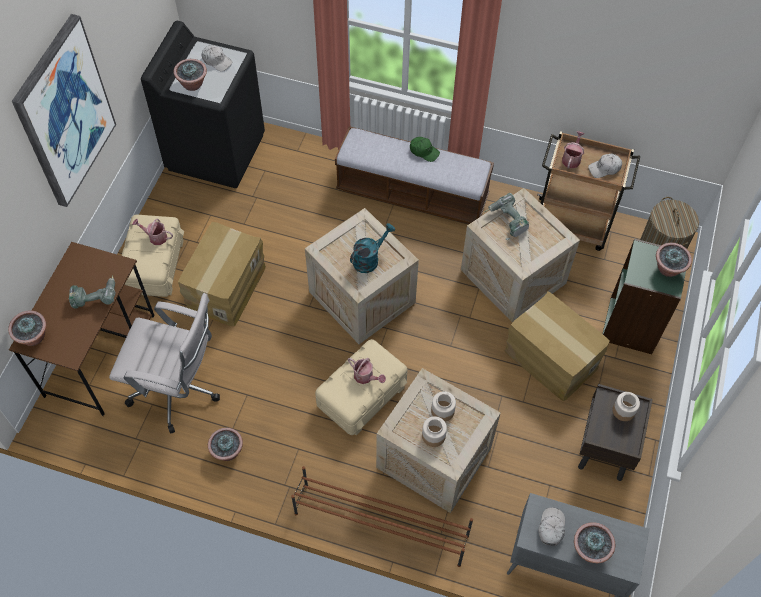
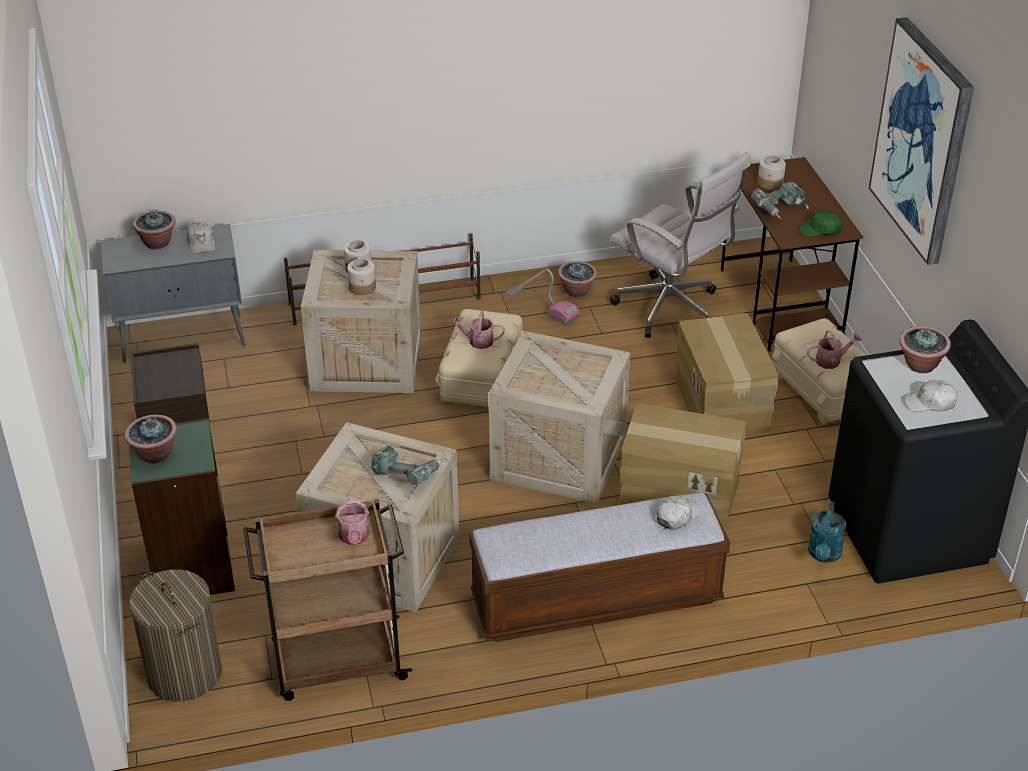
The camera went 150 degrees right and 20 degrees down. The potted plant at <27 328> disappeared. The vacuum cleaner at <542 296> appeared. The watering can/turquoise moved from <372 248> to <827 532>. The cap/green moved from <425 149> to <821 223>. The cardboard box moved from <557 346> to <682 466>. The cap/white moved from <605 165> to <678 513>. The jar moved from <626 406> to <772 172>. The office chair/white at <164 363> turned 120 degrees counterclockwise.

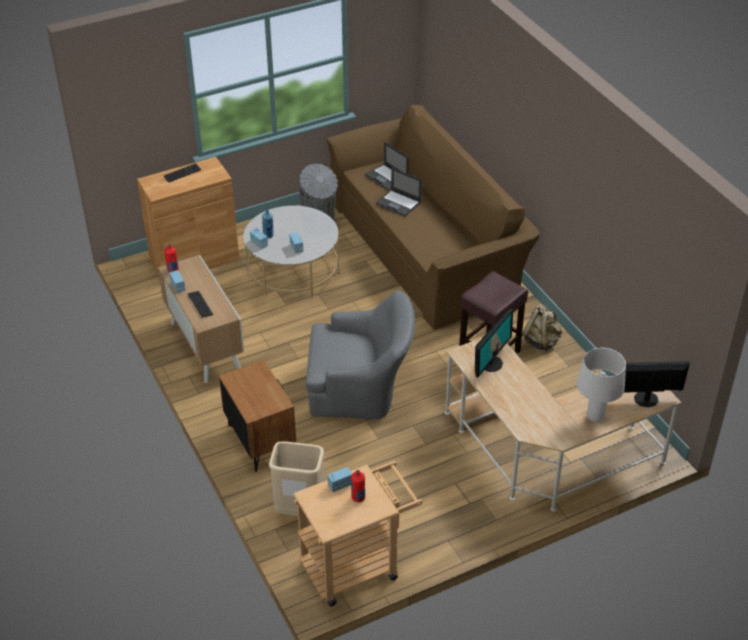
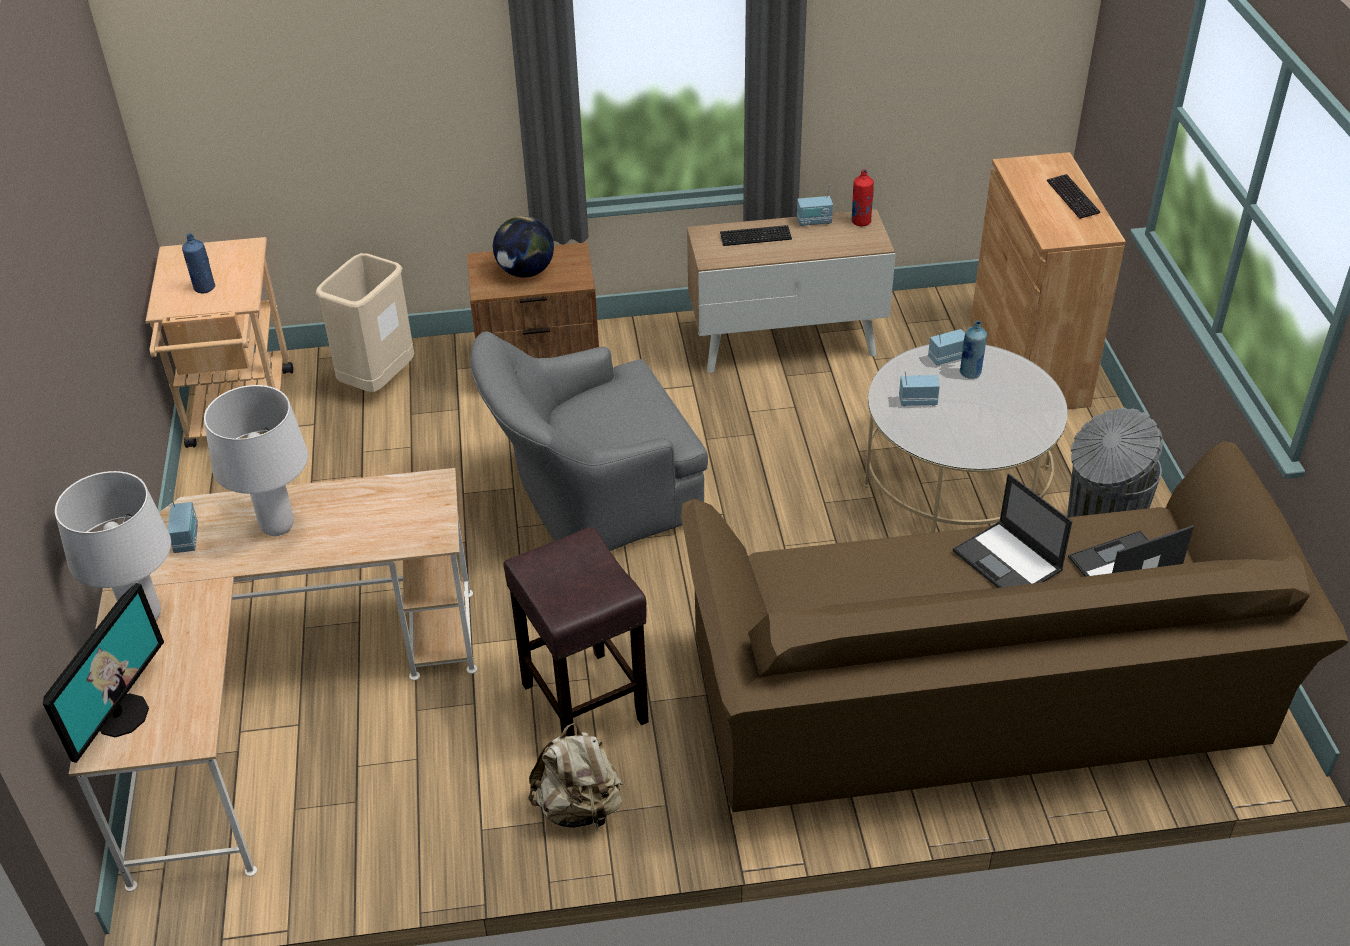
The camera went 110 degrees right and 0 degrees up. The monitor at <494 343> disappeared. The table lamp/white at <256 460> appeared. The globe at <523 246> appeared. The radio moved from <339 479> to <183 521>. The bottle/red at <358 486> became the bottle/blue at <199 263>. The armchair/grey at <360 354> turned 45 degrees clockwise. The laptop at <399 192> turned 90 degrees counterclockwise.

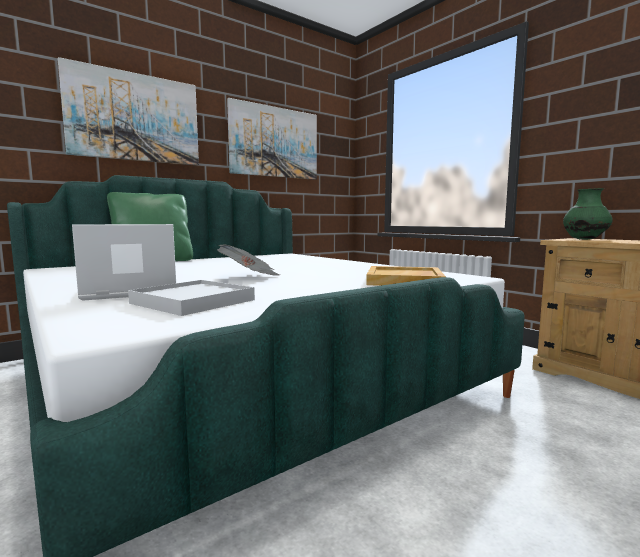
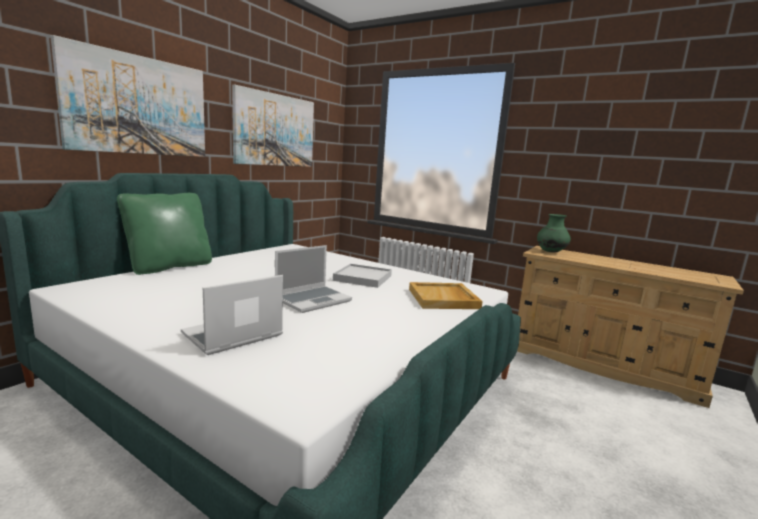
The camera went 20 degrees left and 5 degrees up. The tray/white moved from <191 298> to <362 276>. The newspaper at <248 260> was replaced by the laptop at <313 279>.

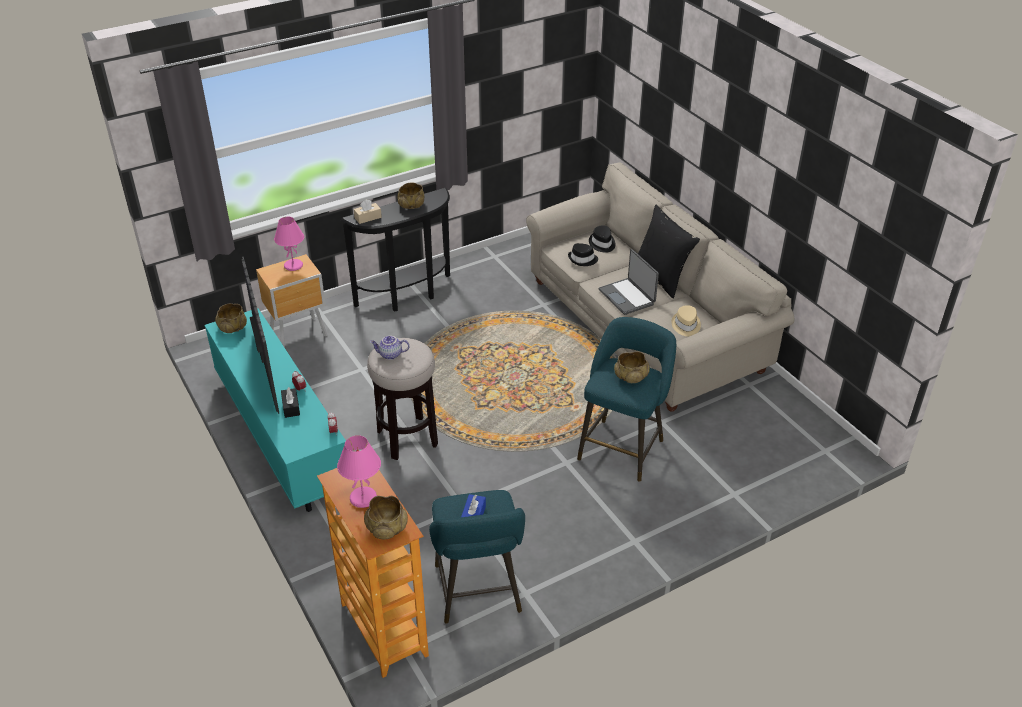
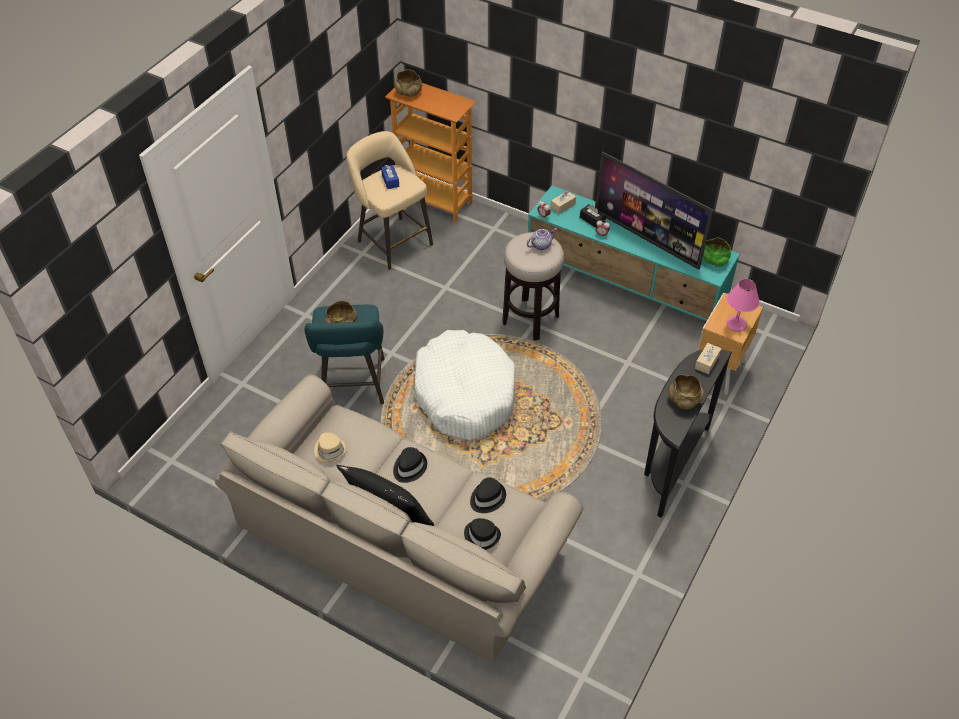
The camera went 150 degrees right and 10 degrees up. The table lamp/pink at <359 471> disappeared. The dog bed/white at <464 385> appeared. The tissue box/beige at <563 202> appeared. The laptop at <629 282> was replaced by the hat/black at <410 465>. The bowl/beige at <231 318> became the bowl/green at <717 252>. The stool/turquoise at <477 557> became the stool/beige at <389 200>.

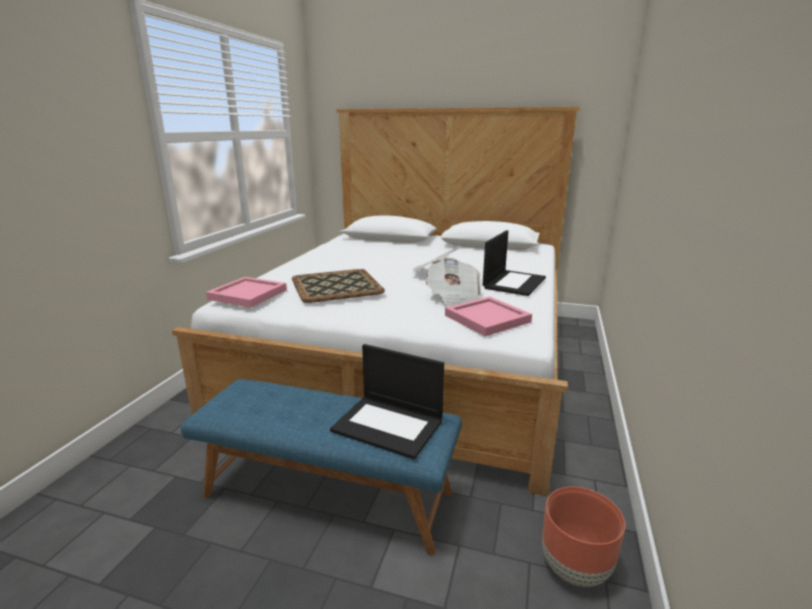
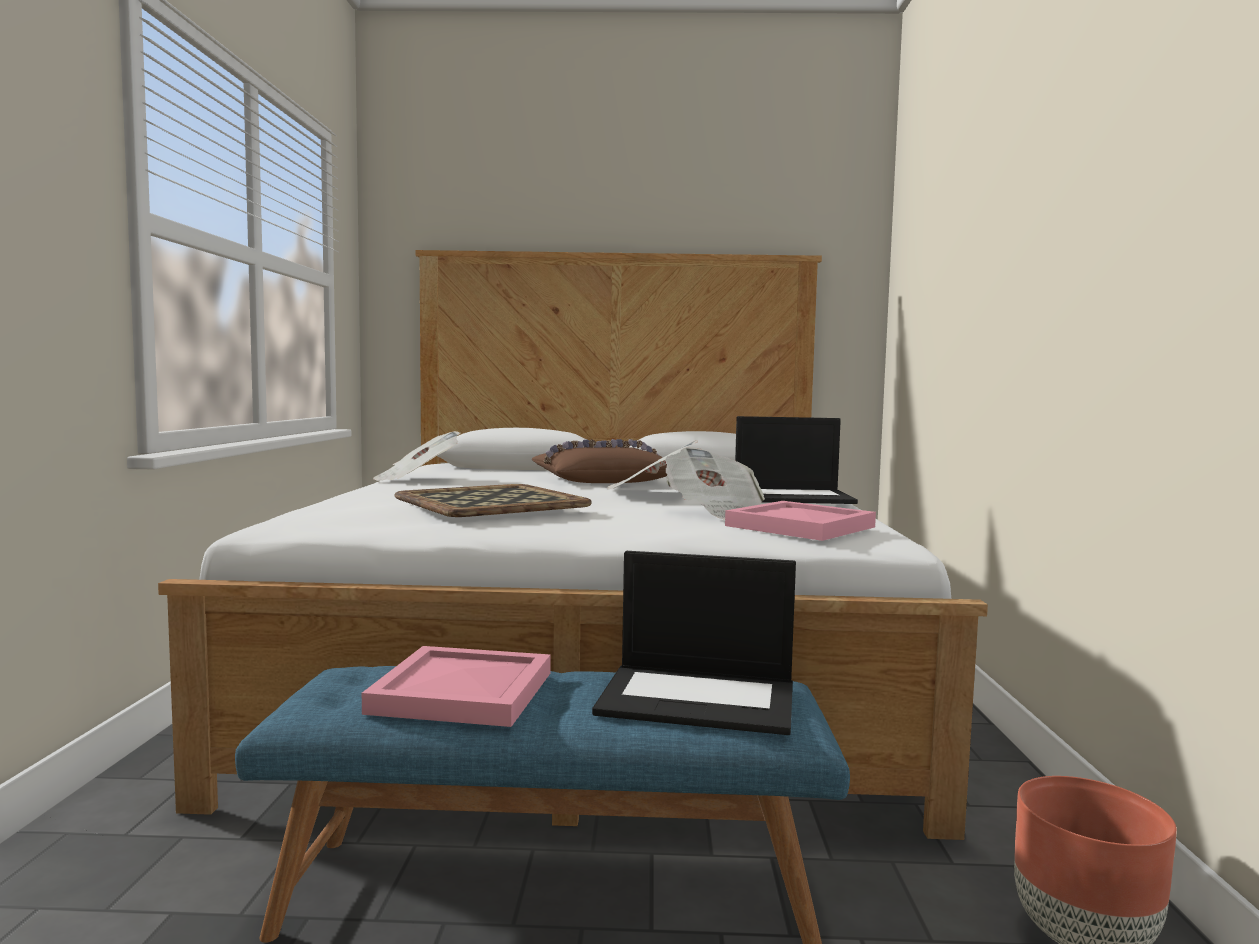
The camera went 15 degrees left and 15 degrees down. The newspaper at <417 456> appeared. The pillow/brown at <599 461> appeared. The tray/pink moved from <246 292> to <456 686>. The laptop at <514 263> turned 75 degrees clockwise.

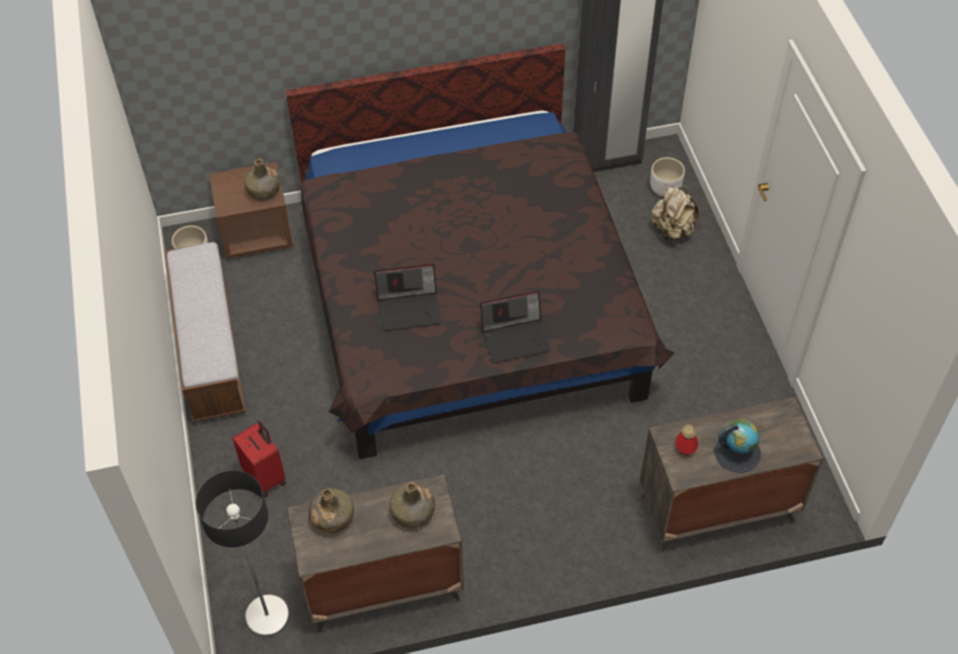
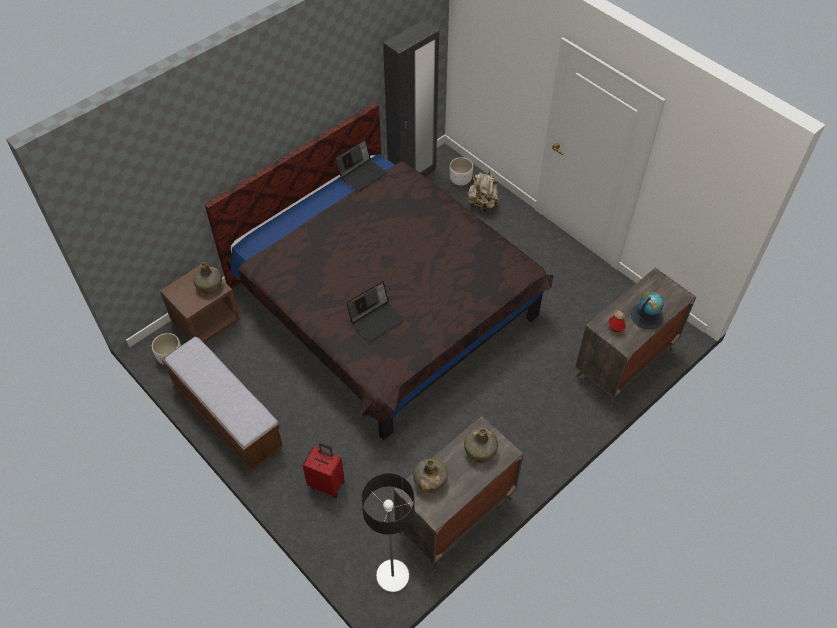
The camera went 30 degrees left and 0 degrees up. The laptop moved from <515 327> to <361 165>.

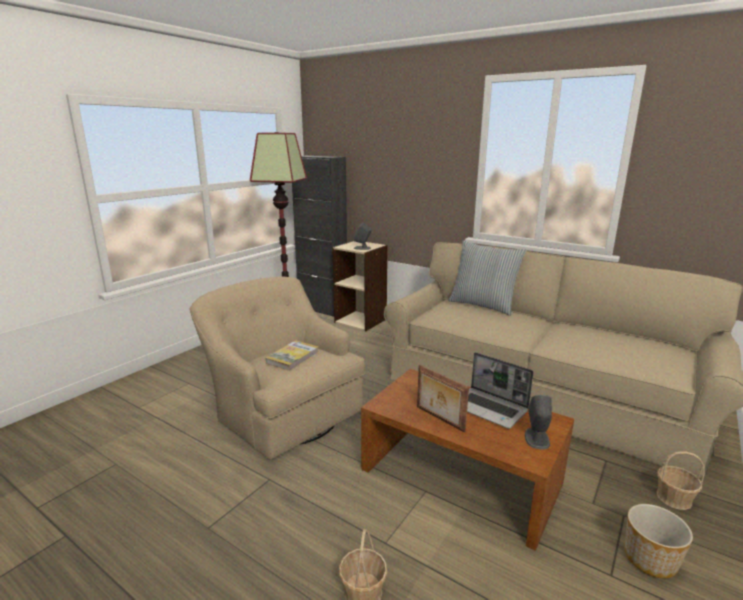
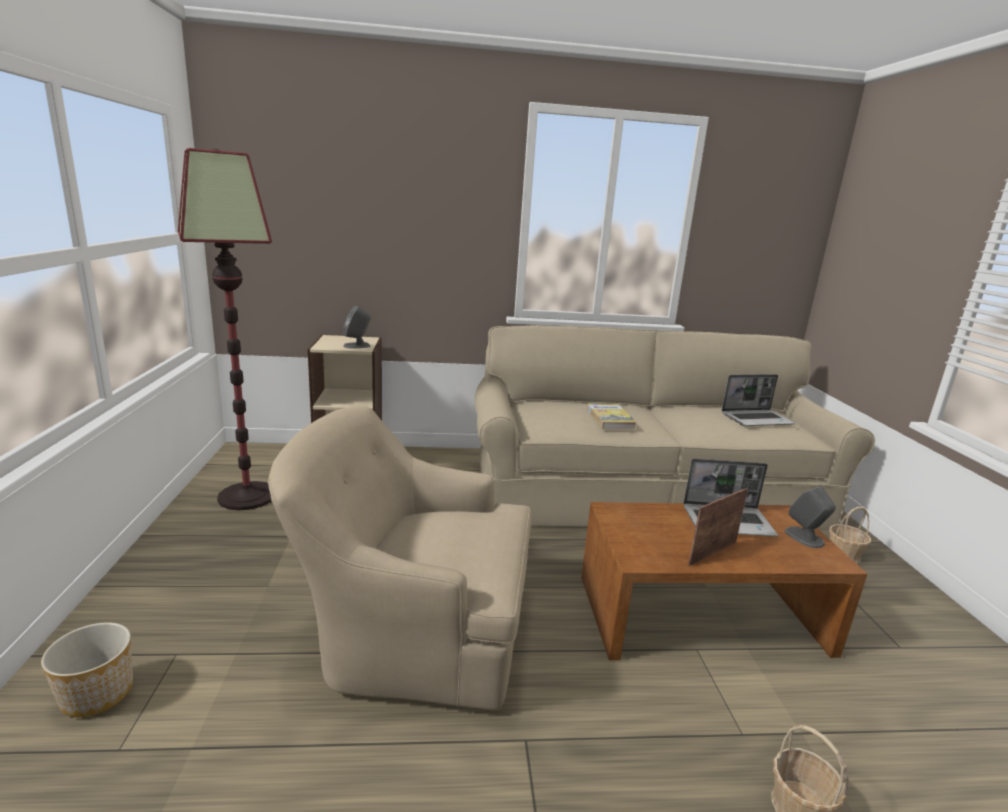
The camera went 40 degrees left and 0 degrees up. The cabinet/black at <319 236> disappeared. The pillow at <487 278> disappeared. The laptop at <759 400> appeared. The book moved from <292 355> to <611 416>. The planter moved from <658 541> to <87 669>. The picture frame at <443 399> turned 135 degrees clockwise.

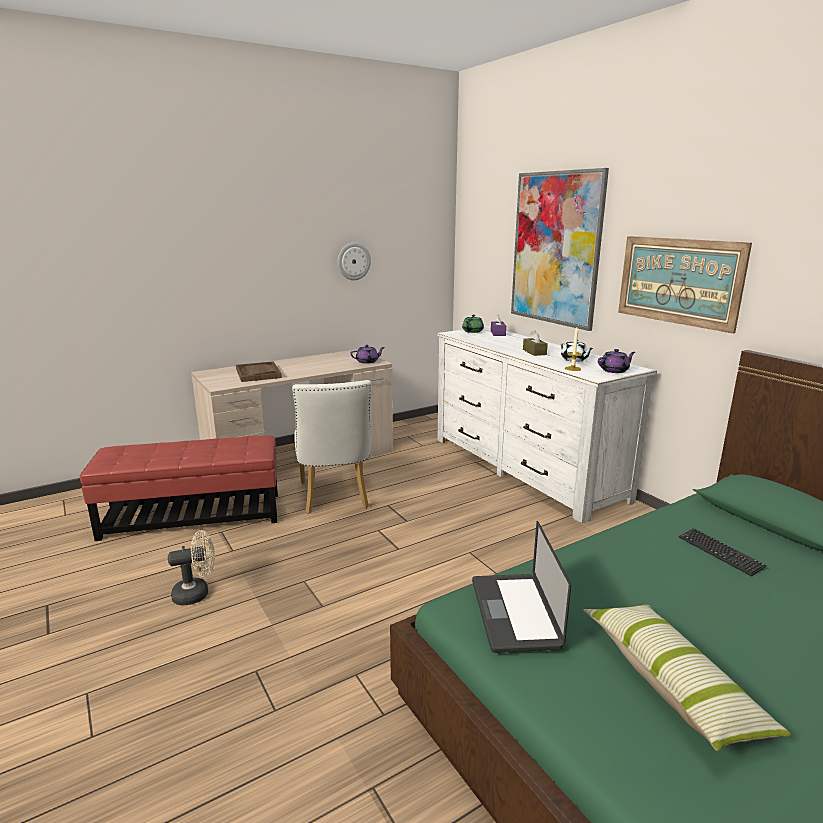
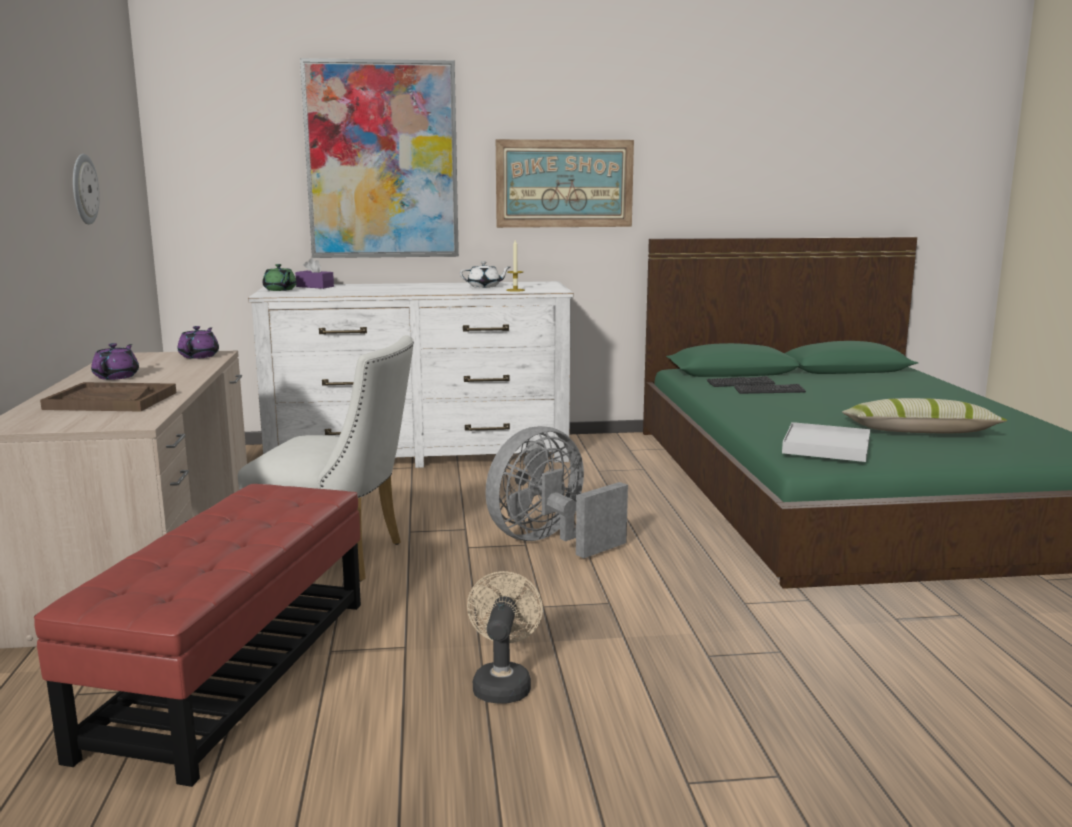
The camera went 65 degrees left and 5 degrees down. The tissue box/brown at <535 343> disappeared. The fan/grey at <556 492> appeared. The keyboard at <741 381> appeared. The teapot/purple moved from <616 361> to <115 361>. The laptop at <521 587> was replaced by the tray/white at <826 442>.

